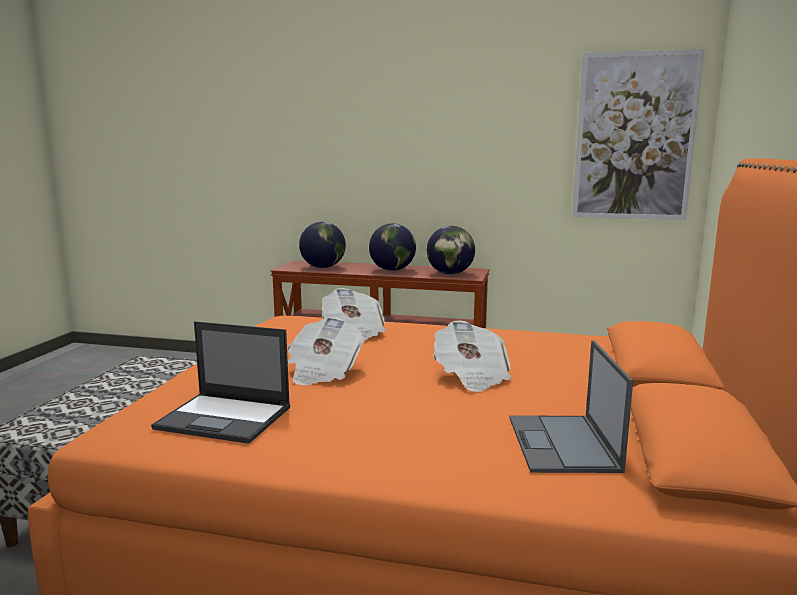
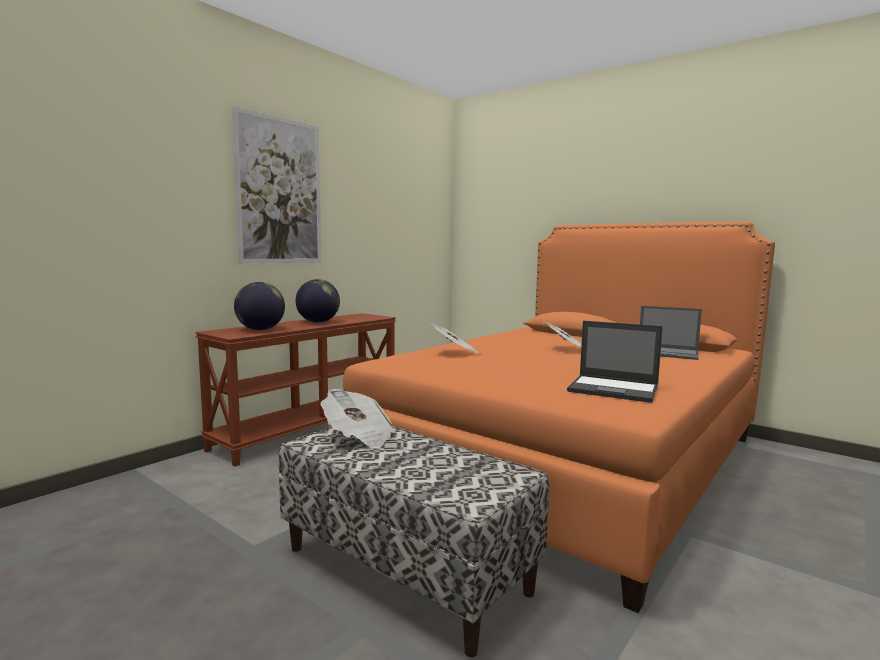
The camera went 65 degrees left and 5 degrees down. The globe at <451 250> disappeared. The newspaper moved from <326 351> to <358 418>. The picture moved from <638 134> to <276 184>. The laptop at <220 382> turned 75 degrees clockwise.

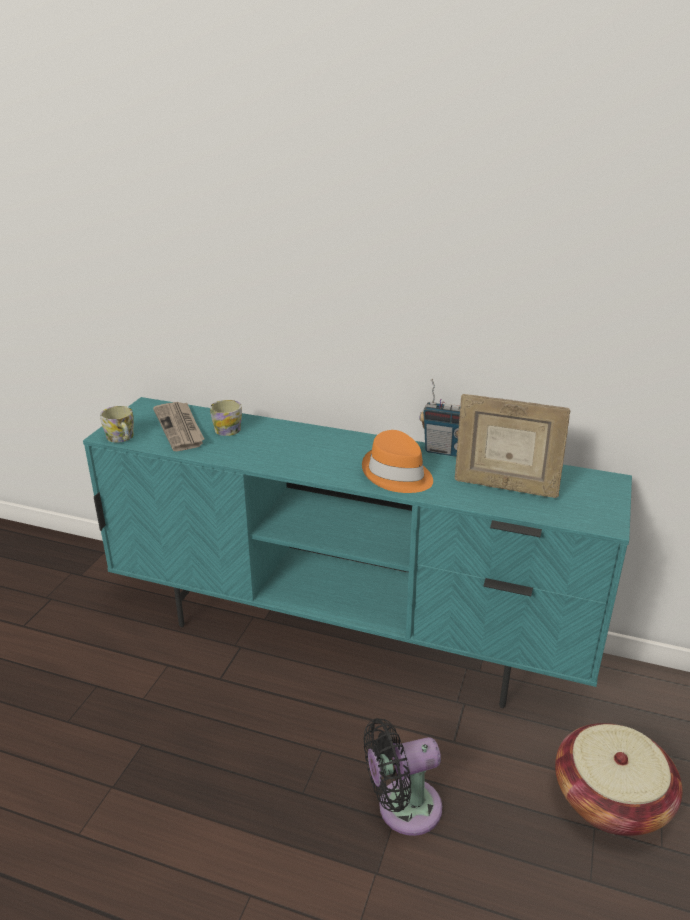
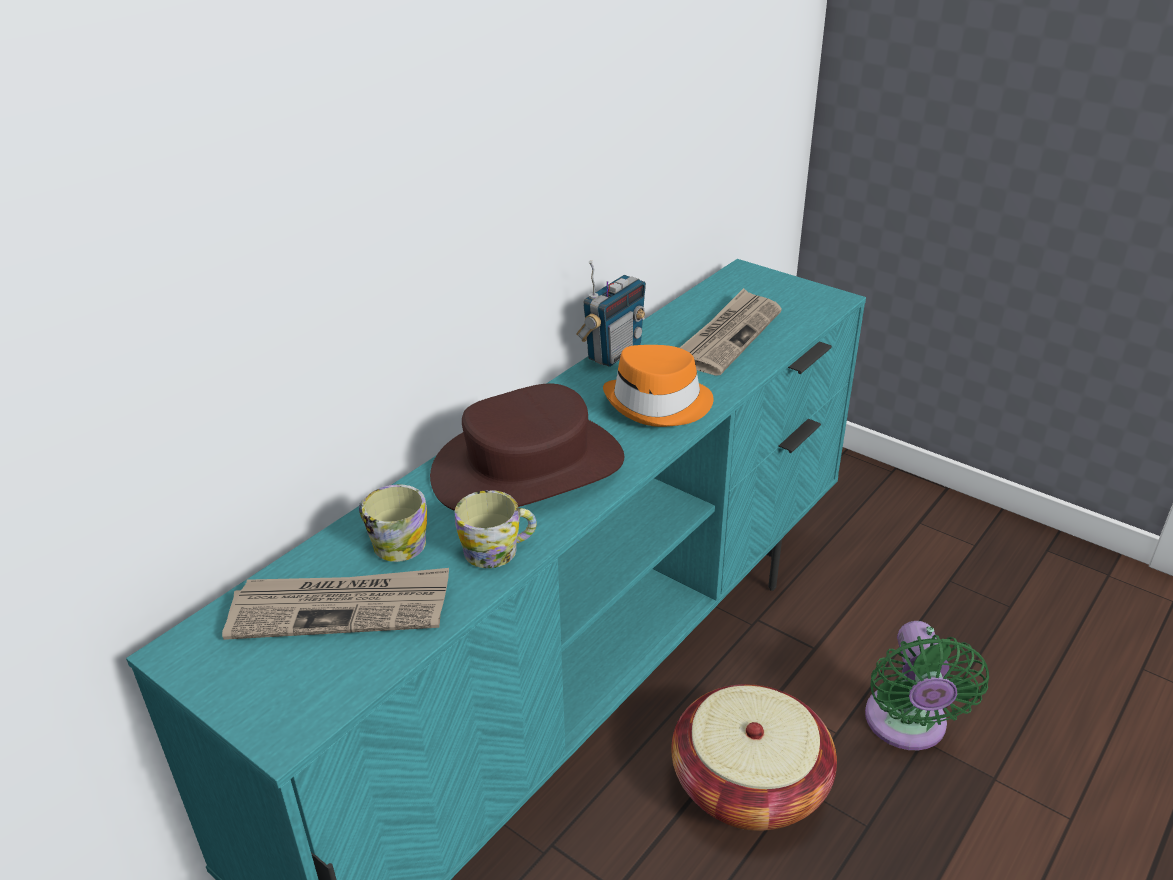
The camera went 70 degrees left and 5 degrees up. The hat/brown at <527 447> appeared. The mug moved from <117 424> to <496 529>. The basket moved from <618 779> to <754 757>. The picture frame at <512 446> was replaced by the newspaper at <731 331>. The fan/black at <402 777> became the fan/green at <927 685>.

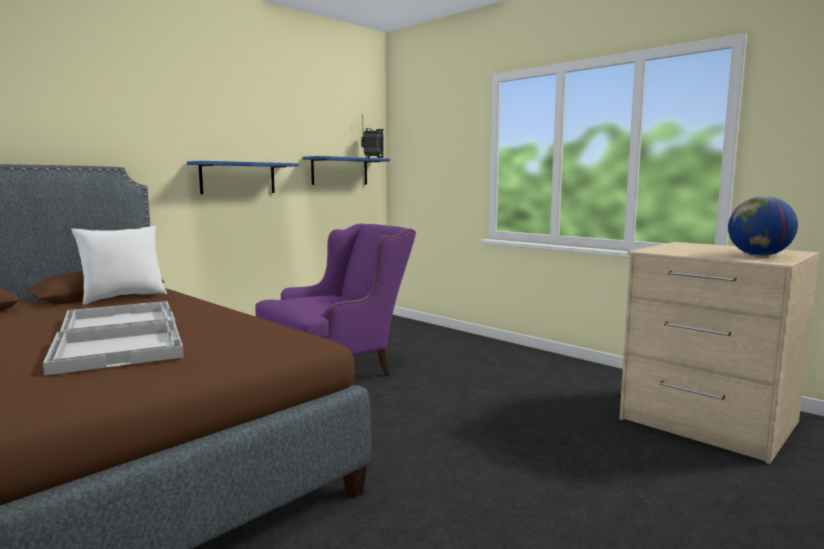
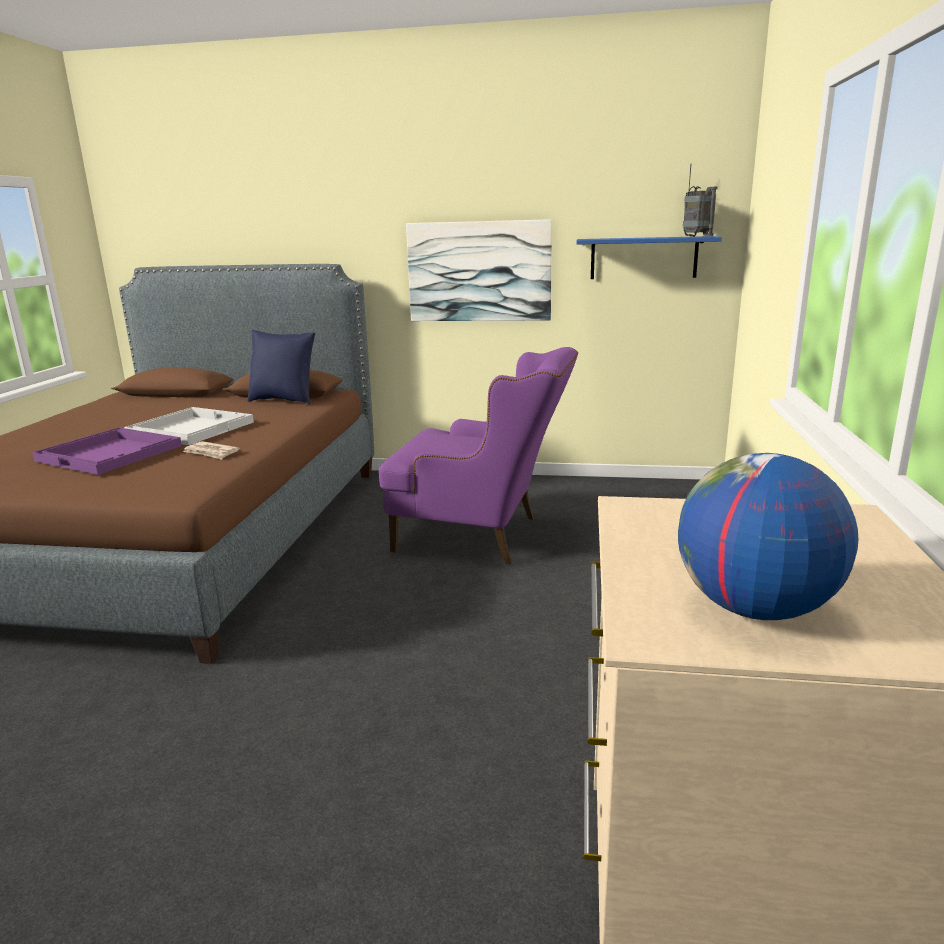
The camera went 55 degrees right and 10 degrees up. The newspaper at <211 450> appeared. The shelf/blue at <243 177> was replaced by the picture at <479 270>. The tray/white at <113 347> became the tray/purple at <107 451>. The pillow/white at <119 265> became the pillow/blue at <281 367>.

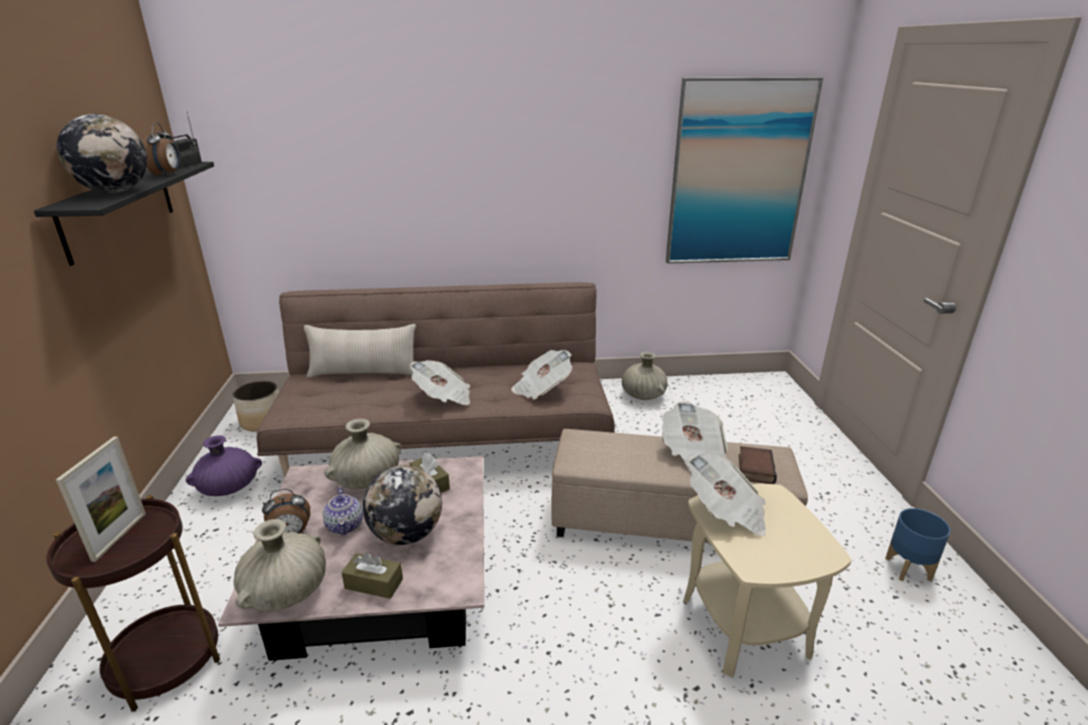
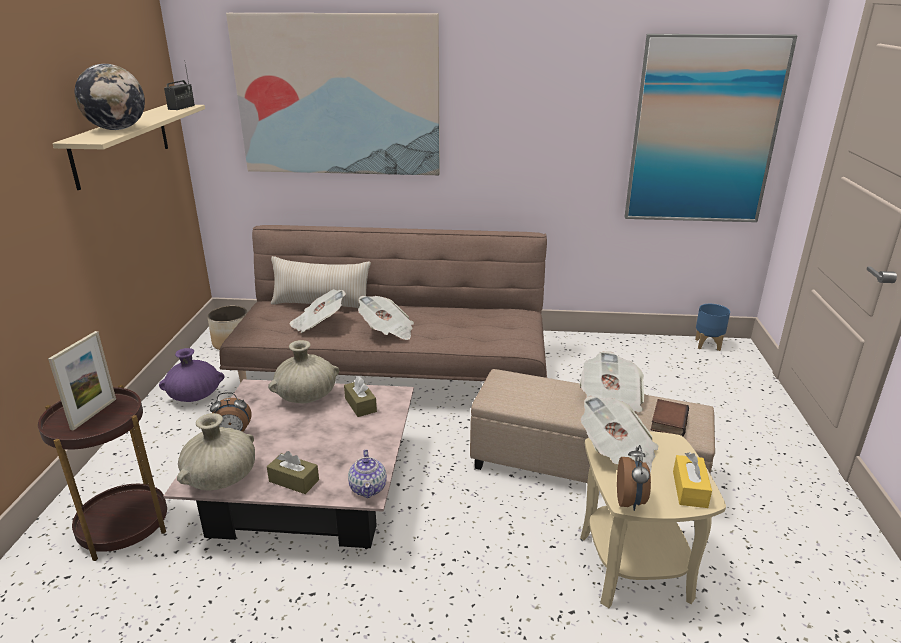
The camera went 10 degrees right and 0 degrees up. The globe at <402 505> disappeared. The vase/beige at <644 376> disappeared. The picture at <333 94> appeared. The tissue box/yellow at <692 480> appeared. The alarm clock moved from <161 149> to <634 478>. The teapot moved from <343 511> to <367 473>. The newspaper moved from <542 375> to <317 311>. The planter/blue moved from <918 545> to <712 327>. The shelf/black at <124 214> became the shelf/beige at <128 147>.

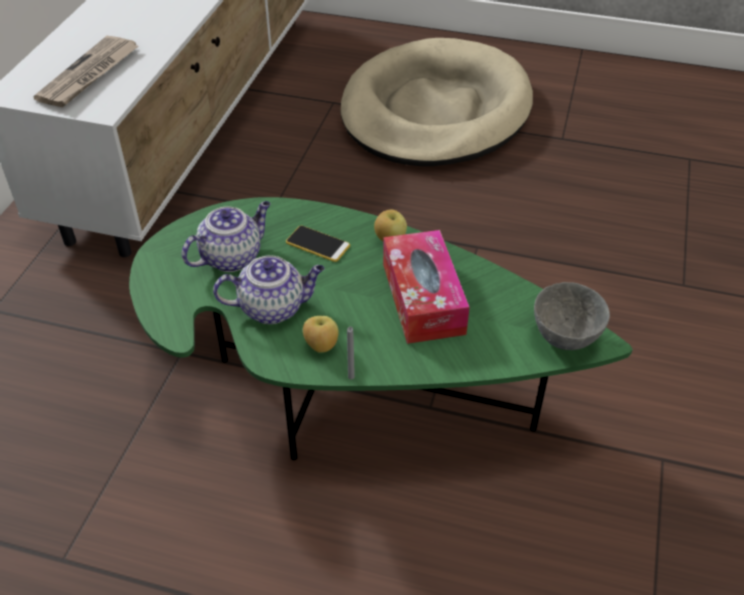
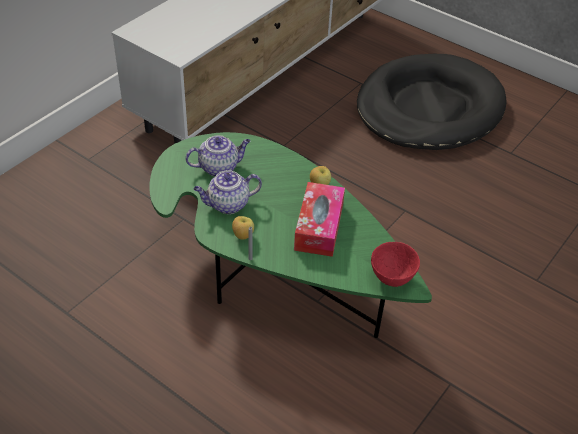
The camera went 20 degrees right and 0 degrees up. The newspaper at <86 71> disappeared. The phone at <318 243> disappeared. The dog bed/beige at <436 102> became the dog bed/black at <431 102>. The bowl/grey at <572 316> became the bowl/red at <395 264>. The teapot at <269 290> turned 150 degrees clockwise.

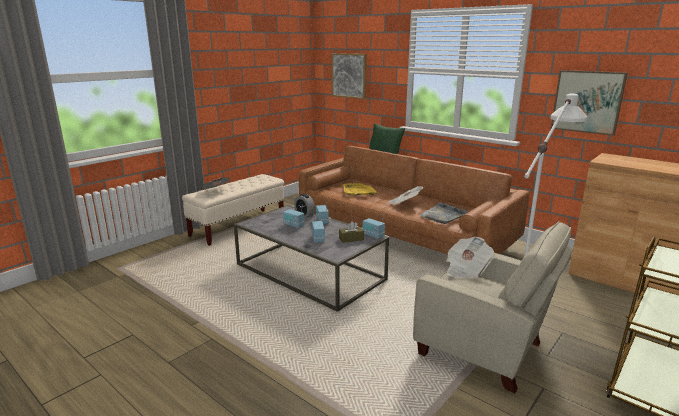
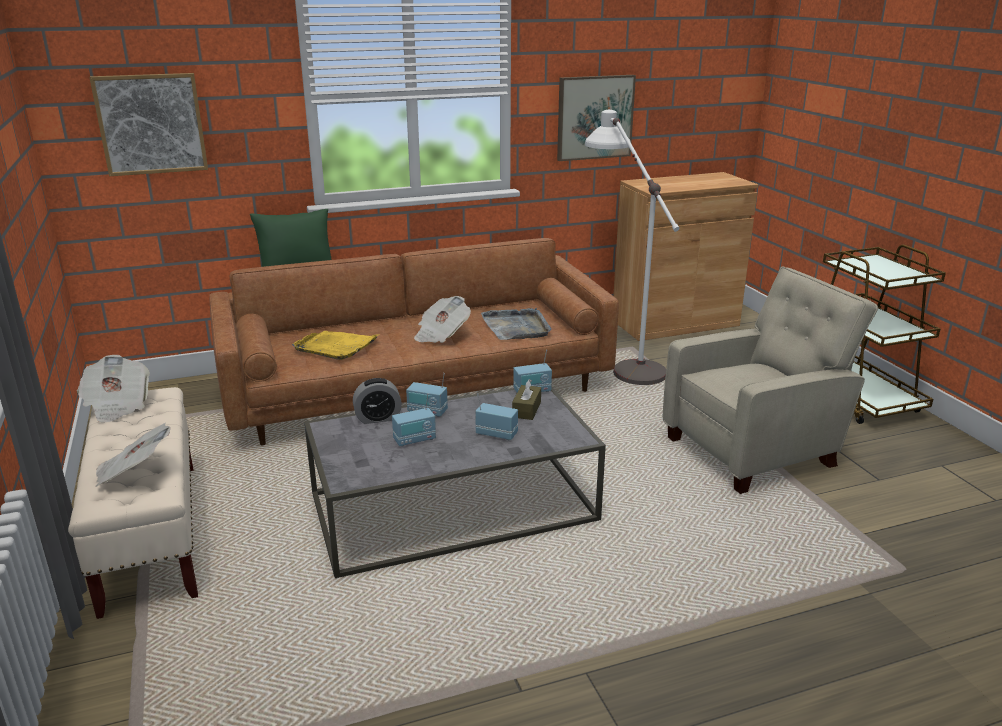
The camera went 60 degrees left and 5 degrees up. The newspaper moved from <470 258> to <113 389>.

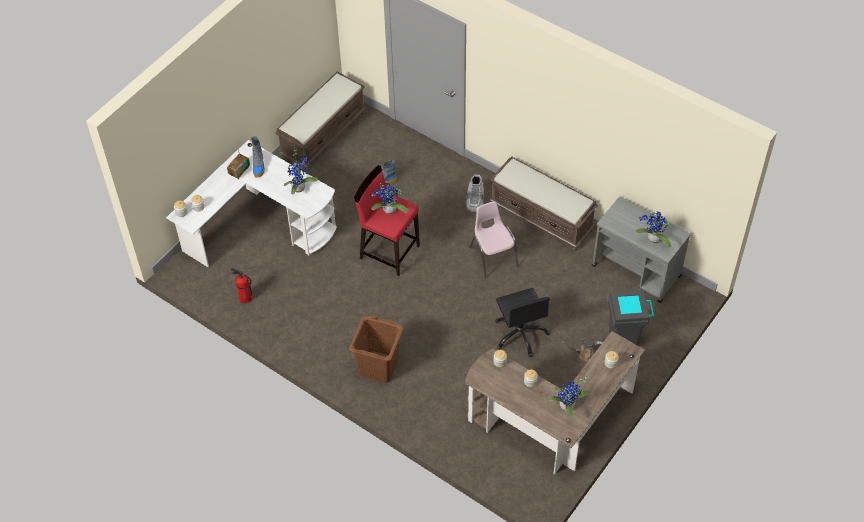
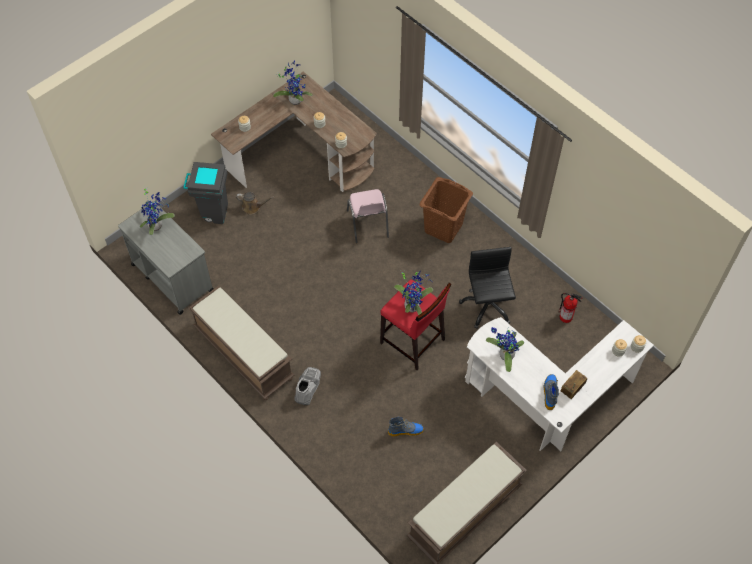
The camera went 170 degrees left and 5 degrees up. The chair/pink moved from <493 239> to <368 216>. The office chair/black moved from <522 322> to <487 288>.

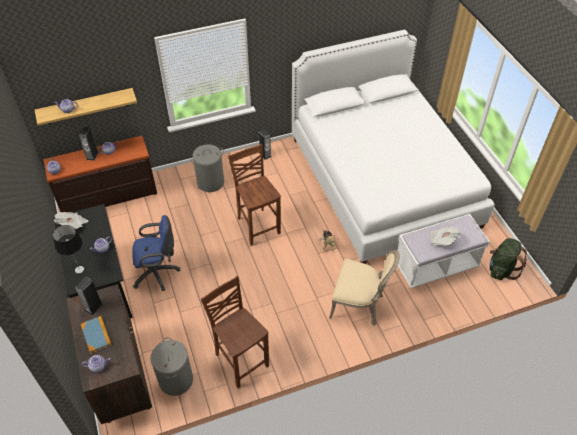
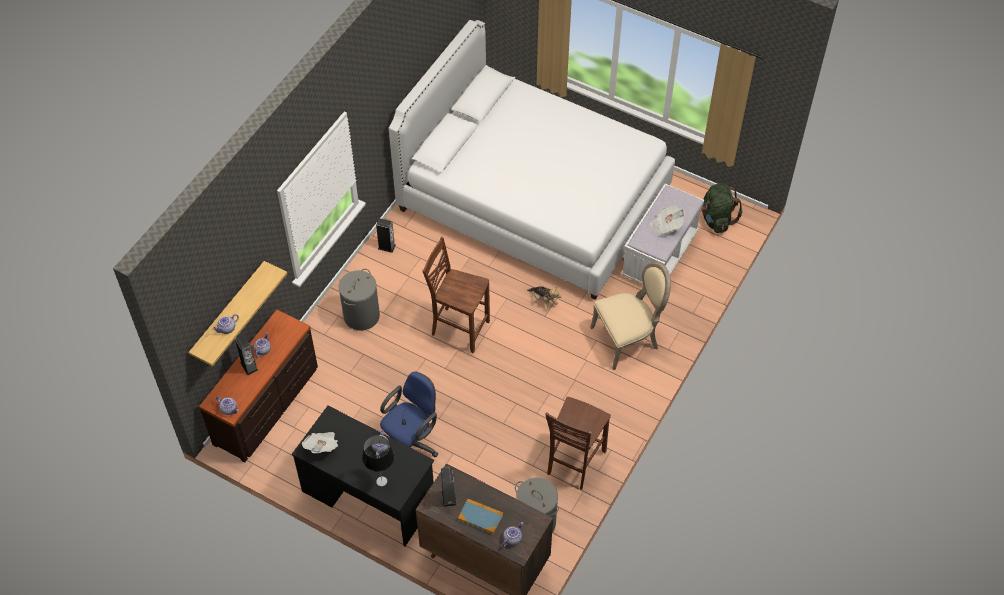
The camera went 40 degrees left and 5 degrees up. The chair/brown at <235 332> turned 75 degrees counterclockwise.

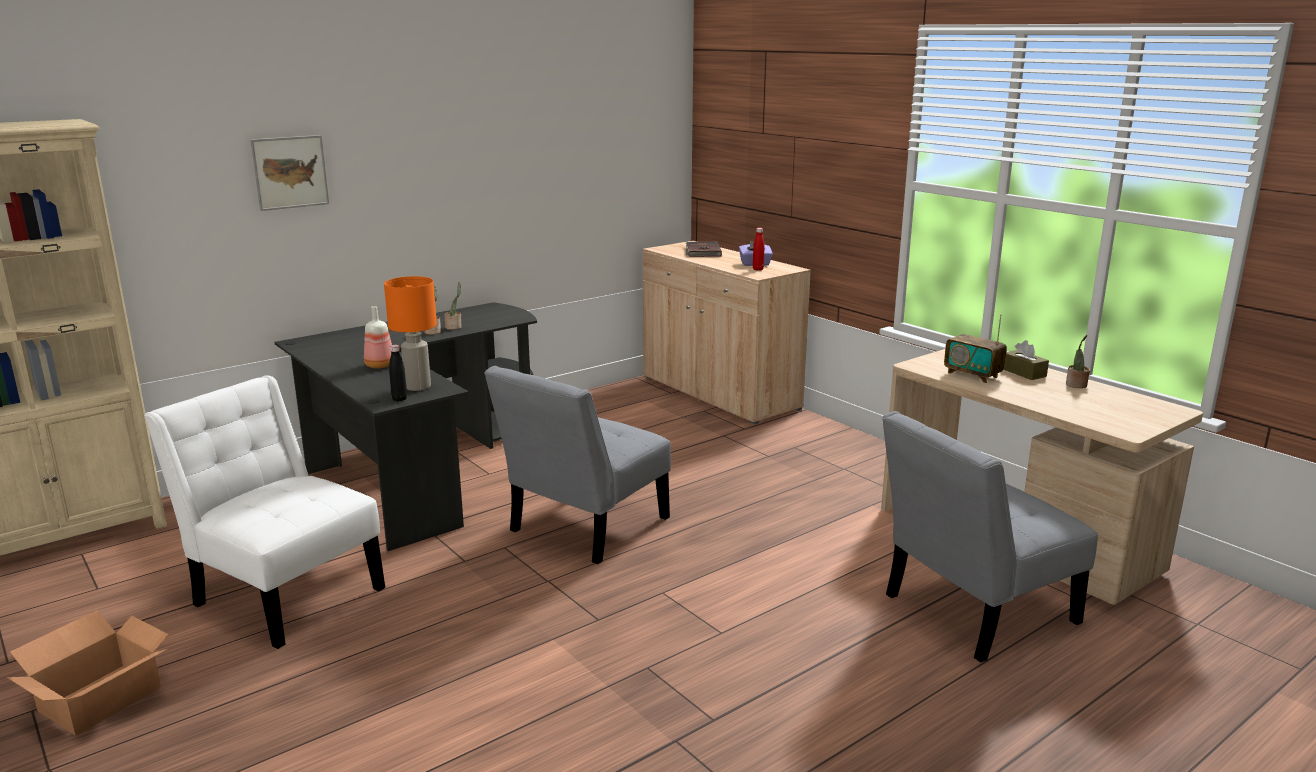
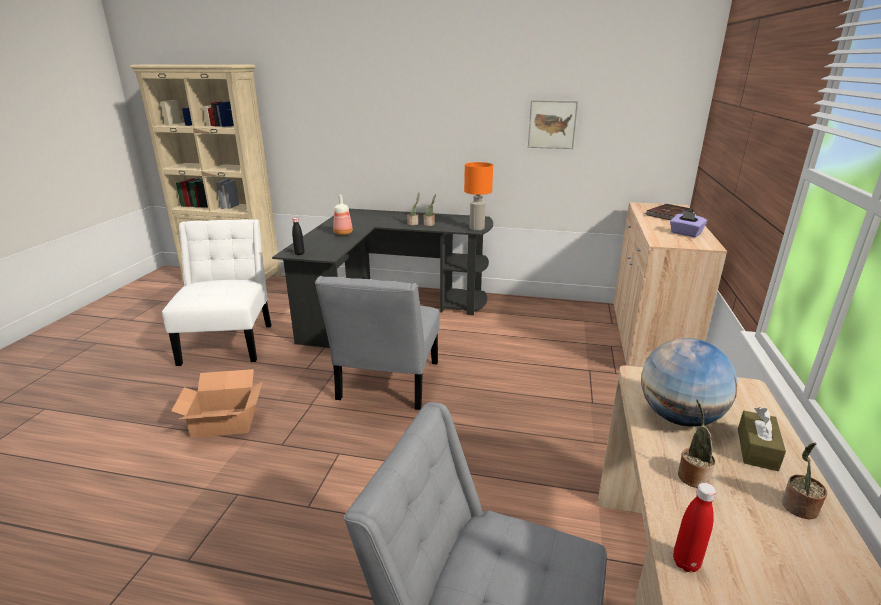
The camera went 50 degrees right and 5 degrees up. The potted plant at <696 443> appeared. The cardboard box moved from <88 673> to <217 403>. The picture moved from <289 173> to <553 124>. The table lamp/orange moved from <410 333> to <478 196>. The bottle/red moved from <758 249> to <694 527>. The radio at <975 348> was replaced by the globe at <689 382>. The chair/grey at <577 465> turned 75 degrees counterclockwise.

